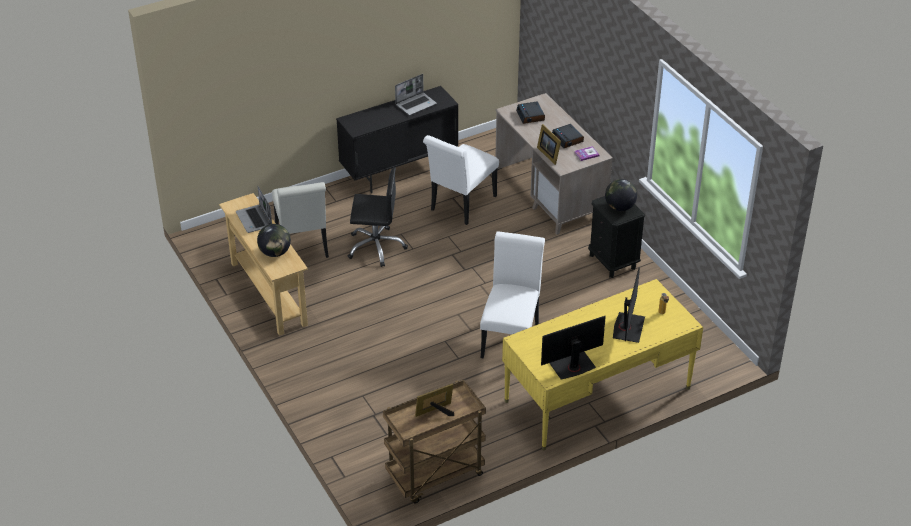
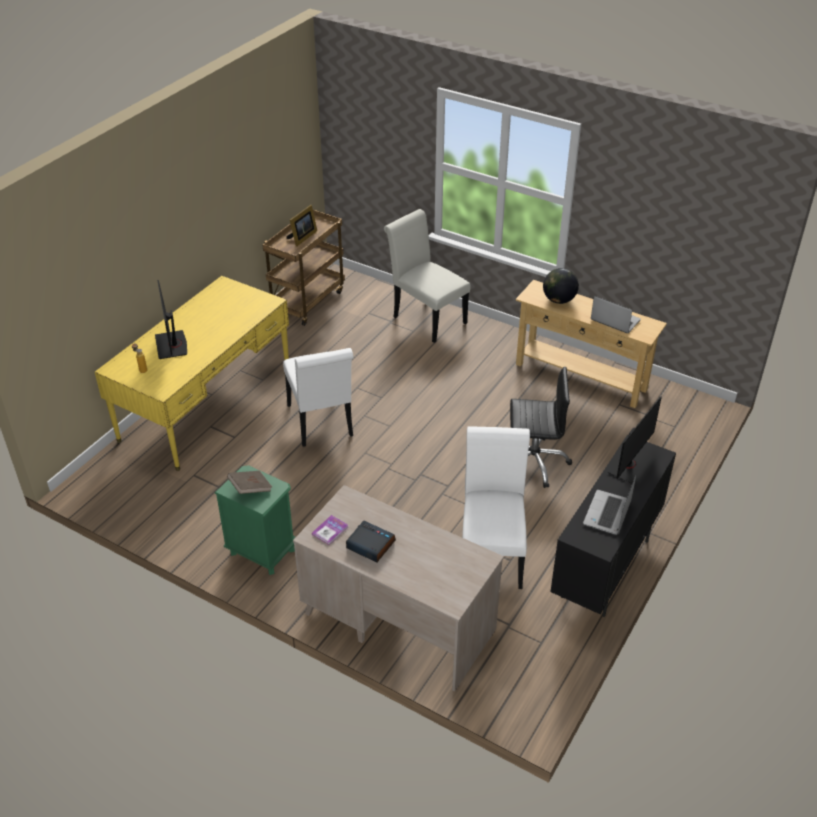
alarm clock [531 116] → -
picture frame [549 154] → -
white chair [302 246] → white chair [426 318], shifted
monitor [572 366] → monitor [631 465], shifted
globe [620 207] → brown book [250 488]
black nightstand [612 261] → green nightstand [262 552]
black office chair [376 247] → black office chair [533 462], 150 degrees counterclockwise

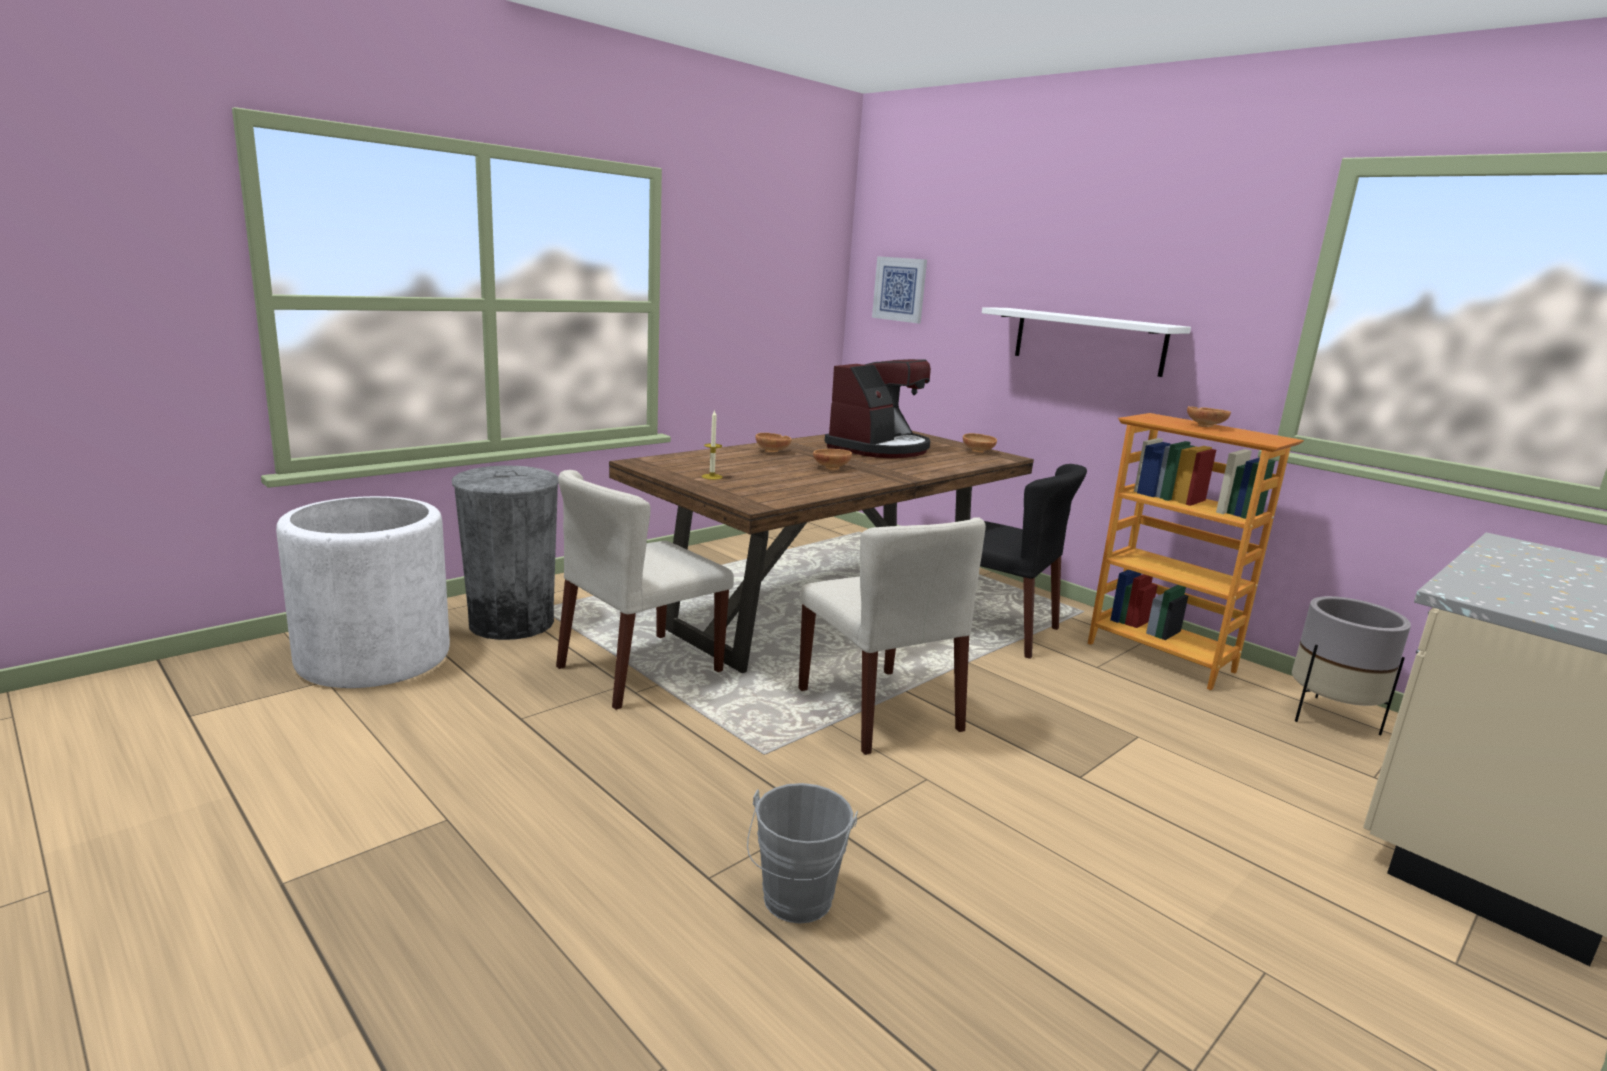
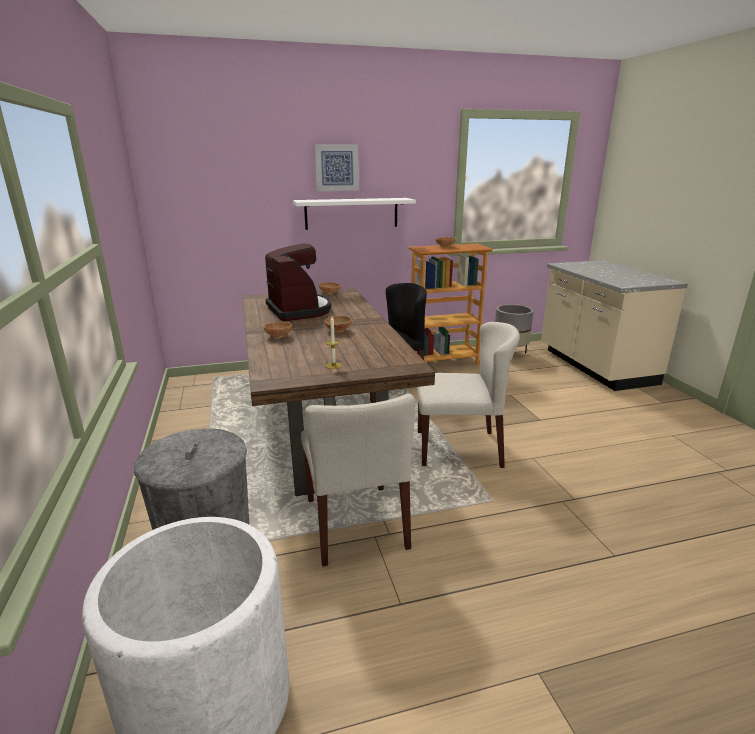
grey bucket [795 904] → -
picture [900 289] → picture [336 167], shifted

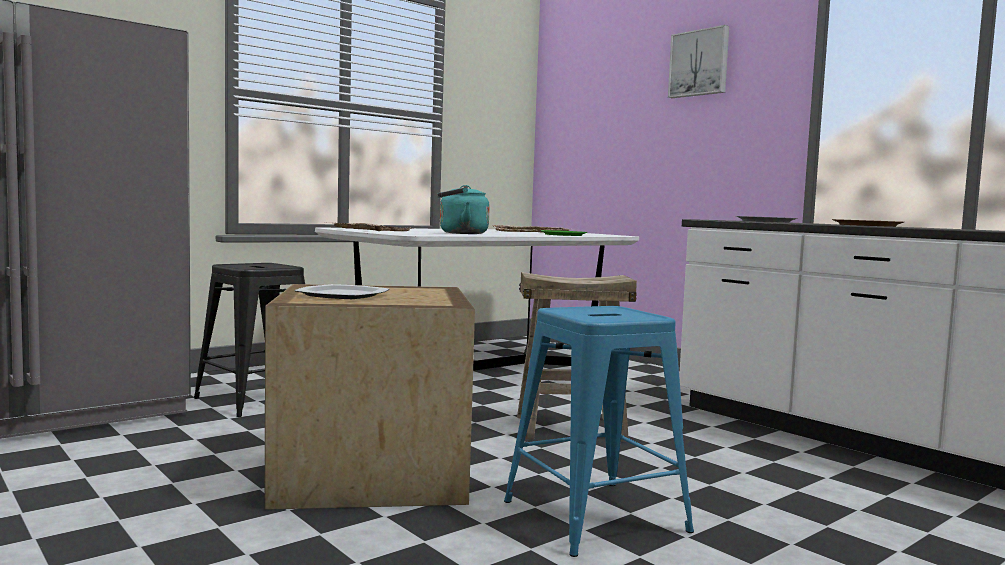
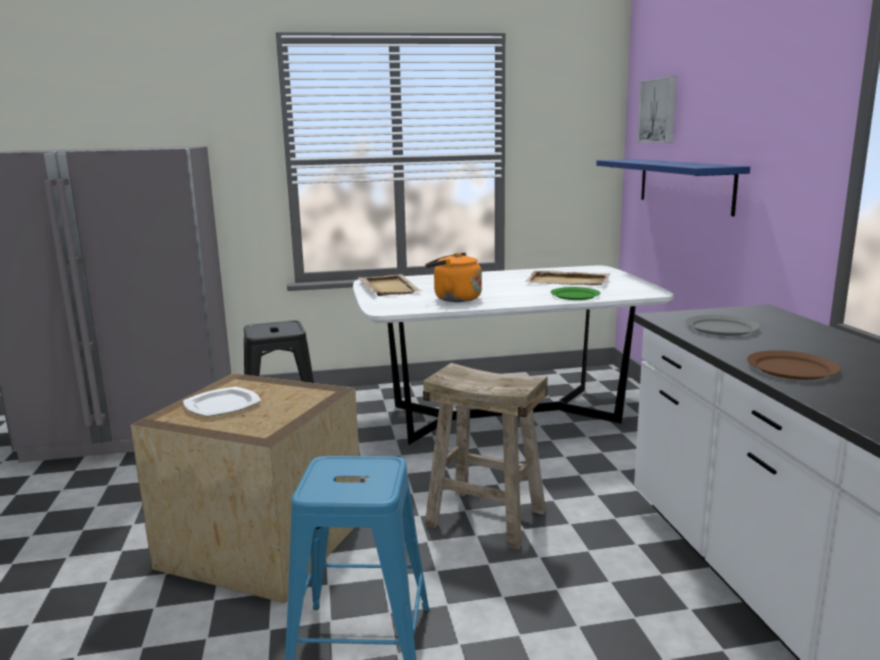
- → blue shelf [684 184]
picture [699 63] → picture [659 110], shifted
turquoise kettle [460 233] → orange kettle [454 298]

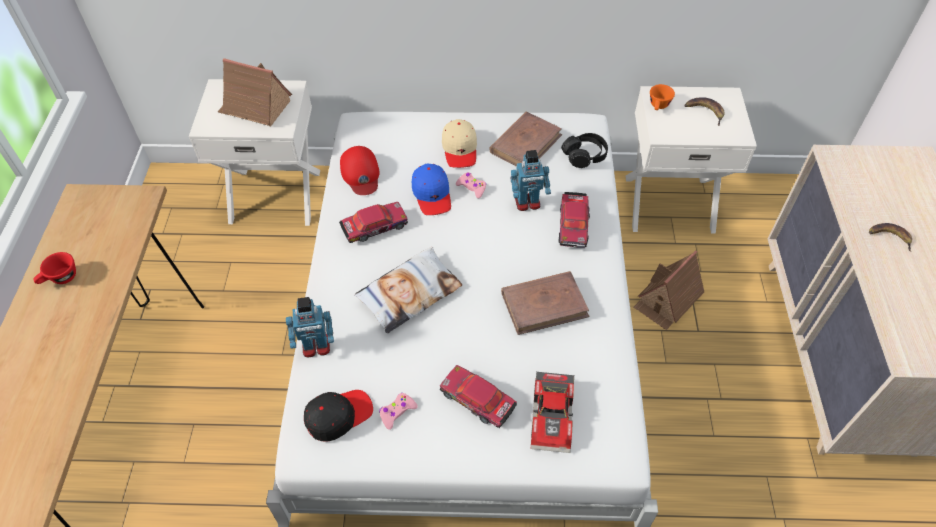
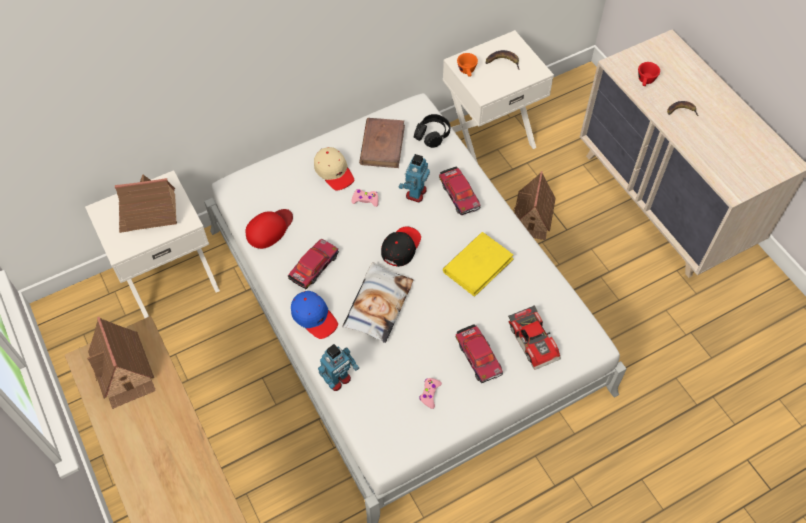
- → toy house [124 371]
red cup [60 279] → red cup [645 81], shifted
black cap [338 416] → black cap [401 247], shifted
blue cap [432 194] → blue cap [314 317], shifted
brown book [544 305] → yellow book [478 265]
red cap [361 174] → red cap [269 229], 90 degrees counterclockwise
toy car [477 400] → toy car [478 356], 120 degrees counterclockwise
toy robot [527 203] → toy robot [415 193], 150 degrees clockwise

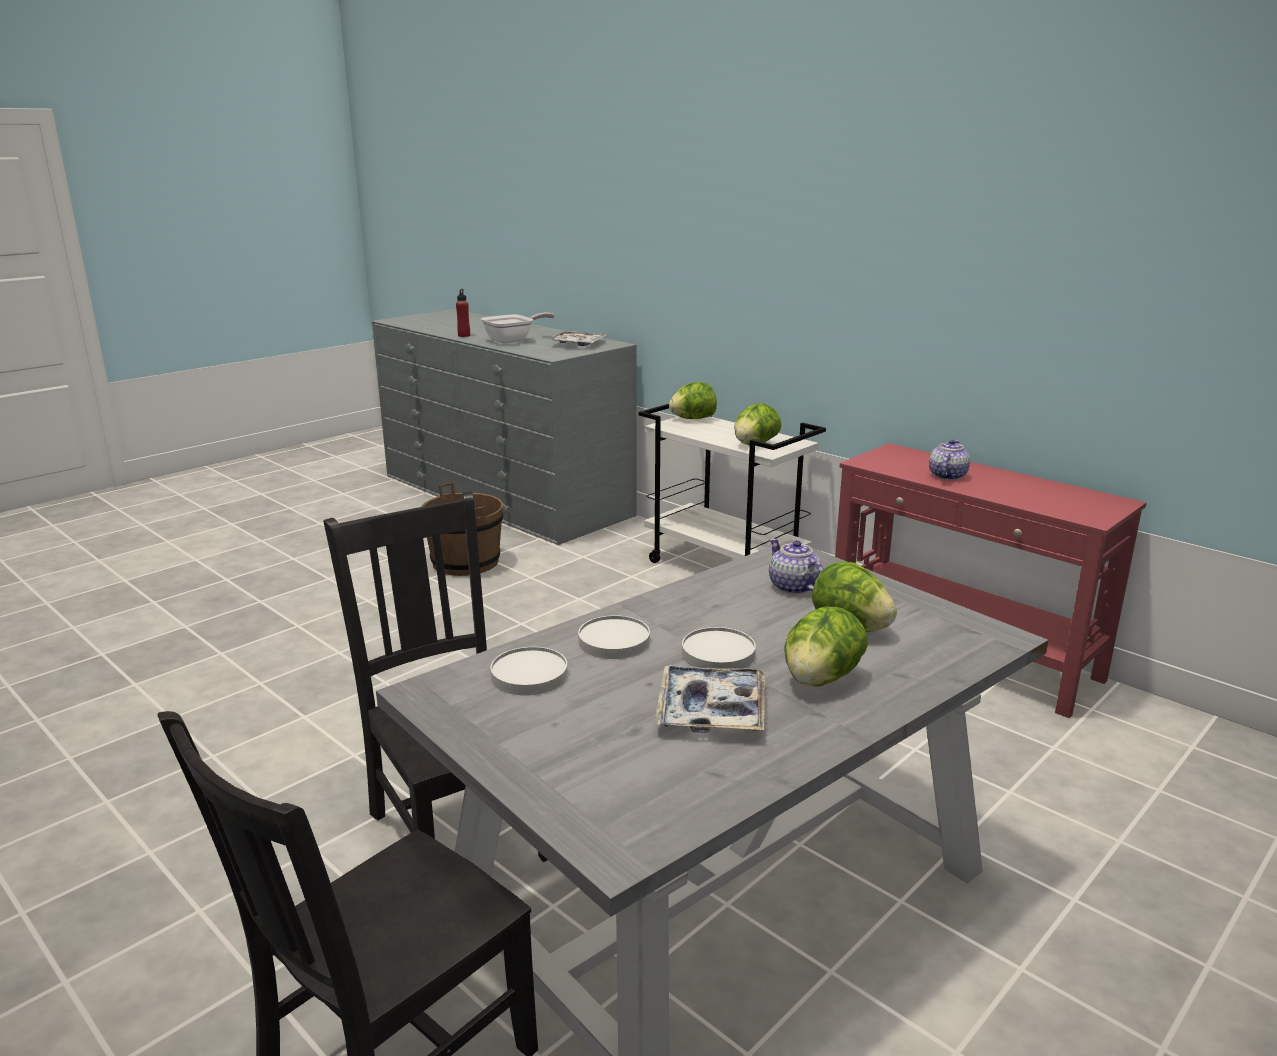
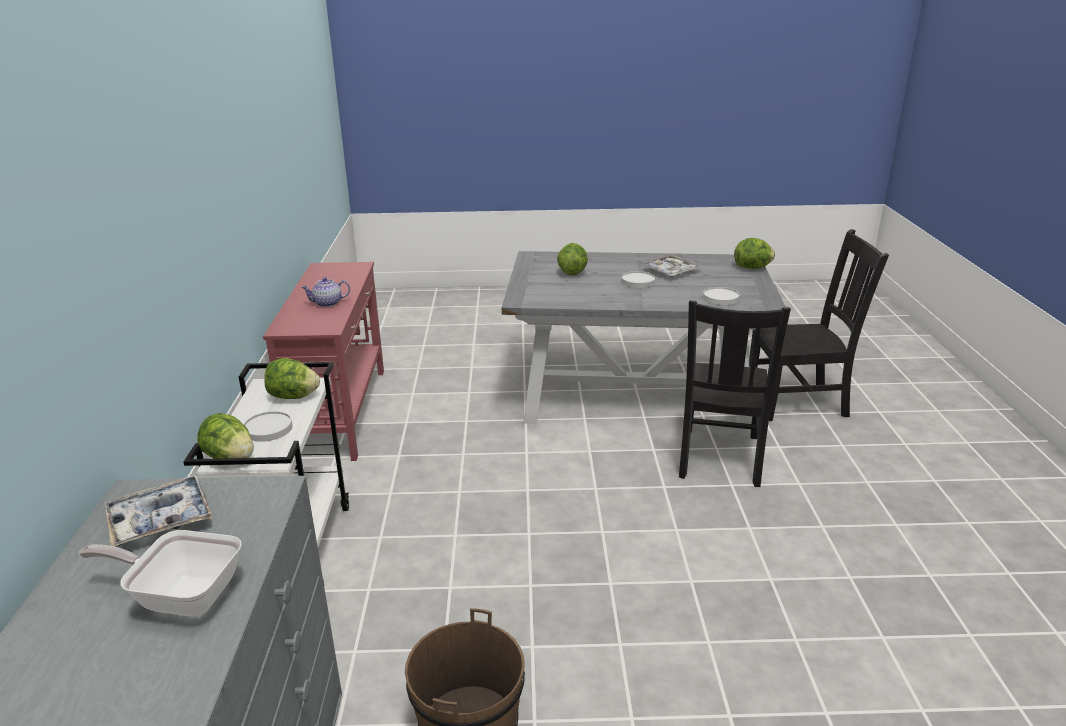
red bottle [464 335] → -
teapot [793 587] → -
white plate [614 641] → white plate [268 429], shifted
lettuce [821 679] → lettuce [752 268], shifted

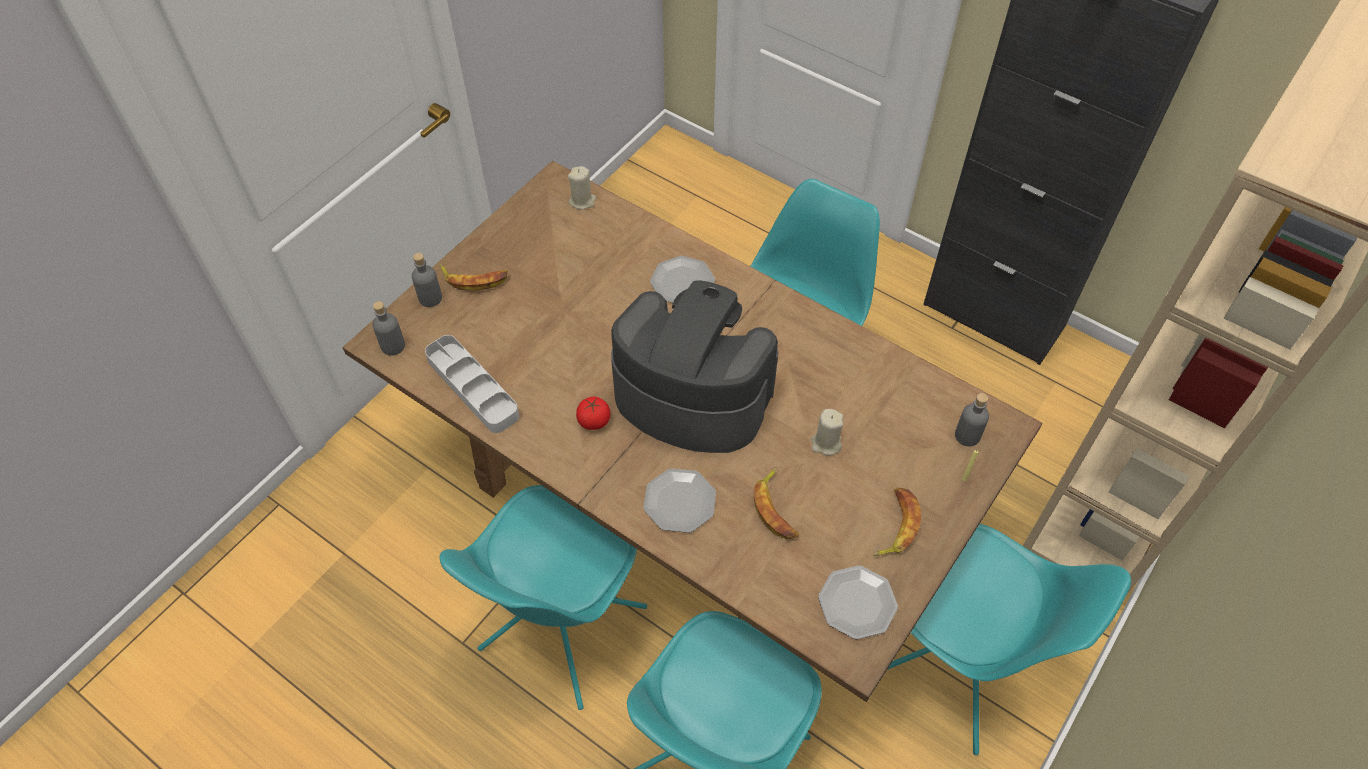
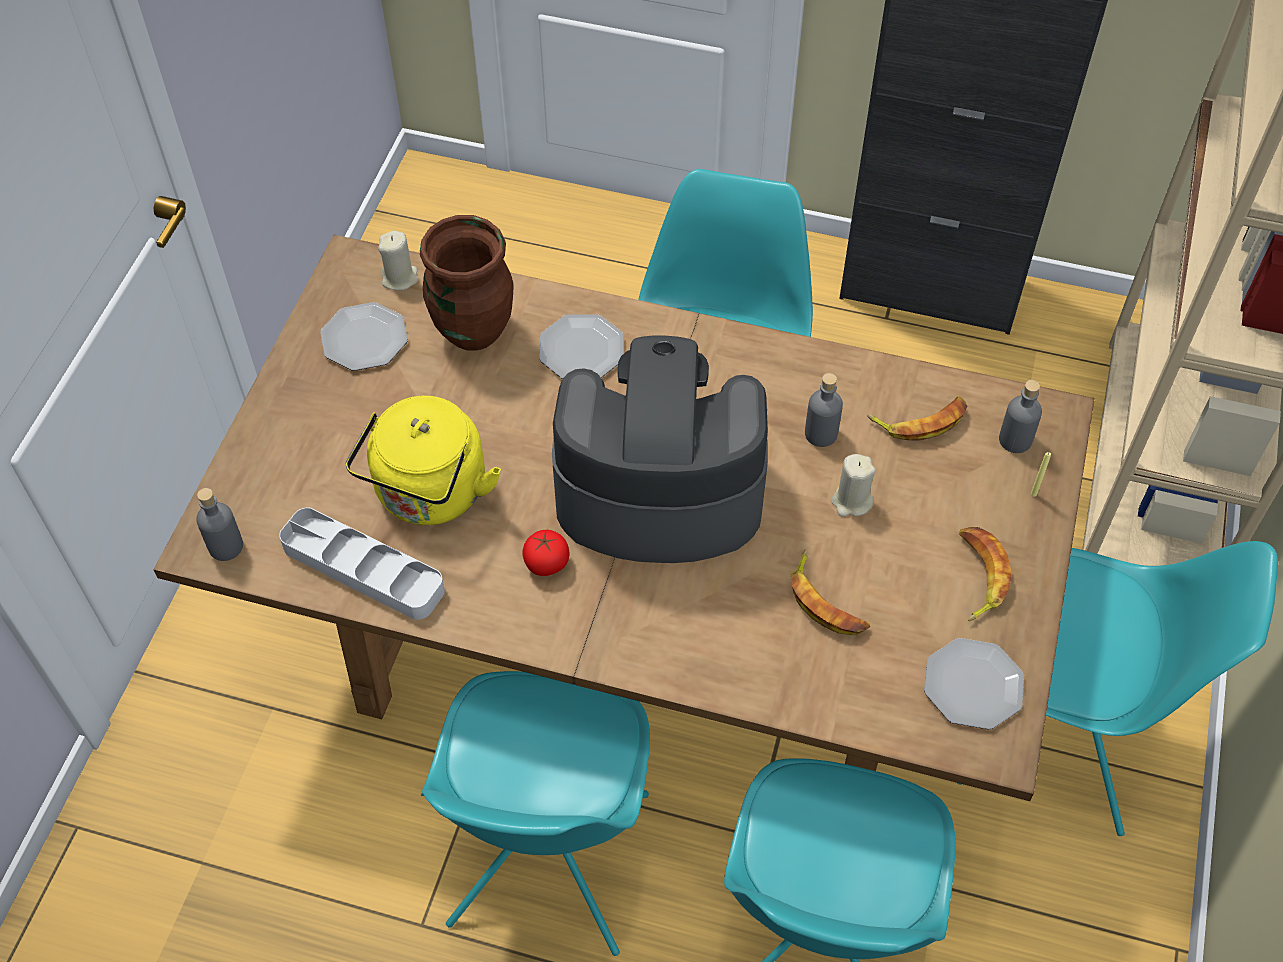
- → yellow kettle [429 495]
- → brown vase [473 330]
grey bottle [430 298] → grey bottle [821 433], shifted
banana [474 279] → banana [920 421], shifted
plate [680 501] → plate [364 338], shifted

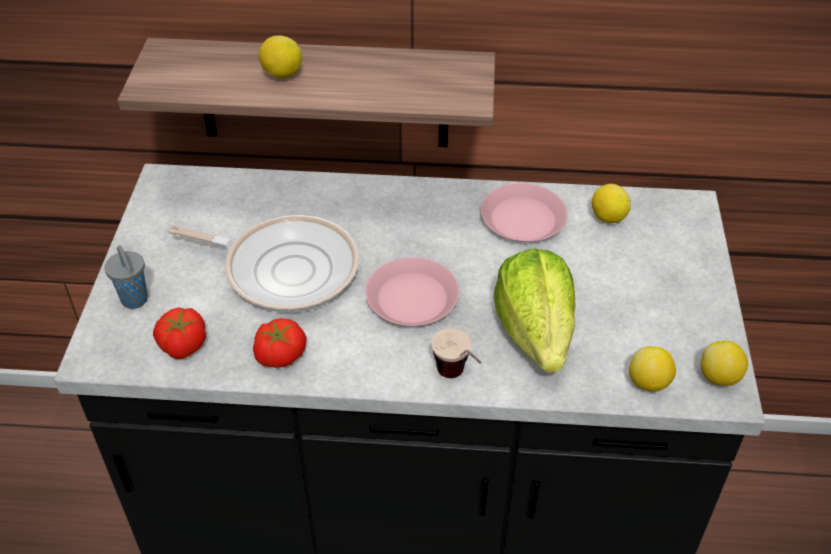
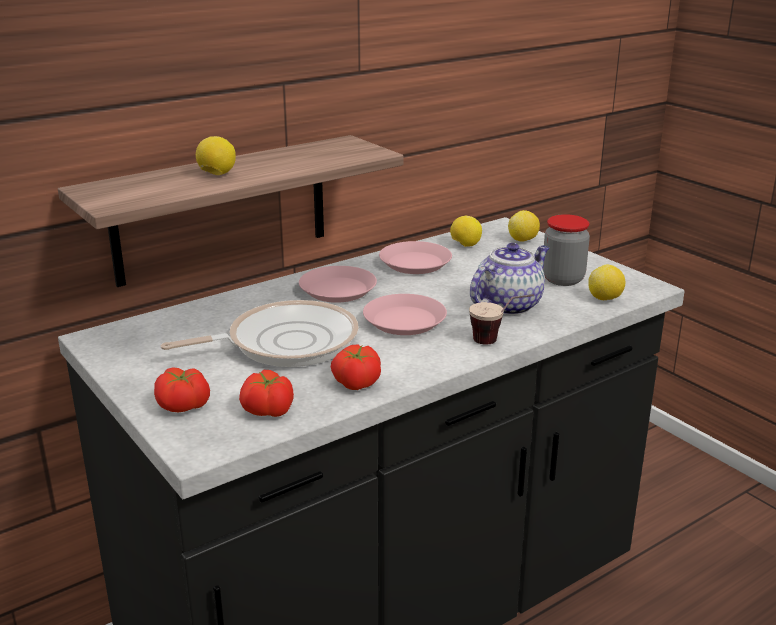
- → pink plate [337 290]
- → jar [563 279]
lemon [719 377] → lemon [523 240], shifted
grey cup [135 301] → tomato [183 406]
lettuce [535 333] → teapot [508 305]

